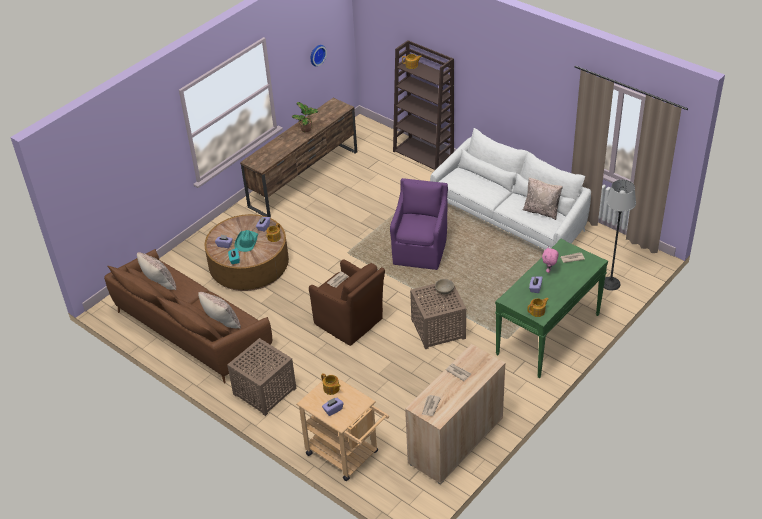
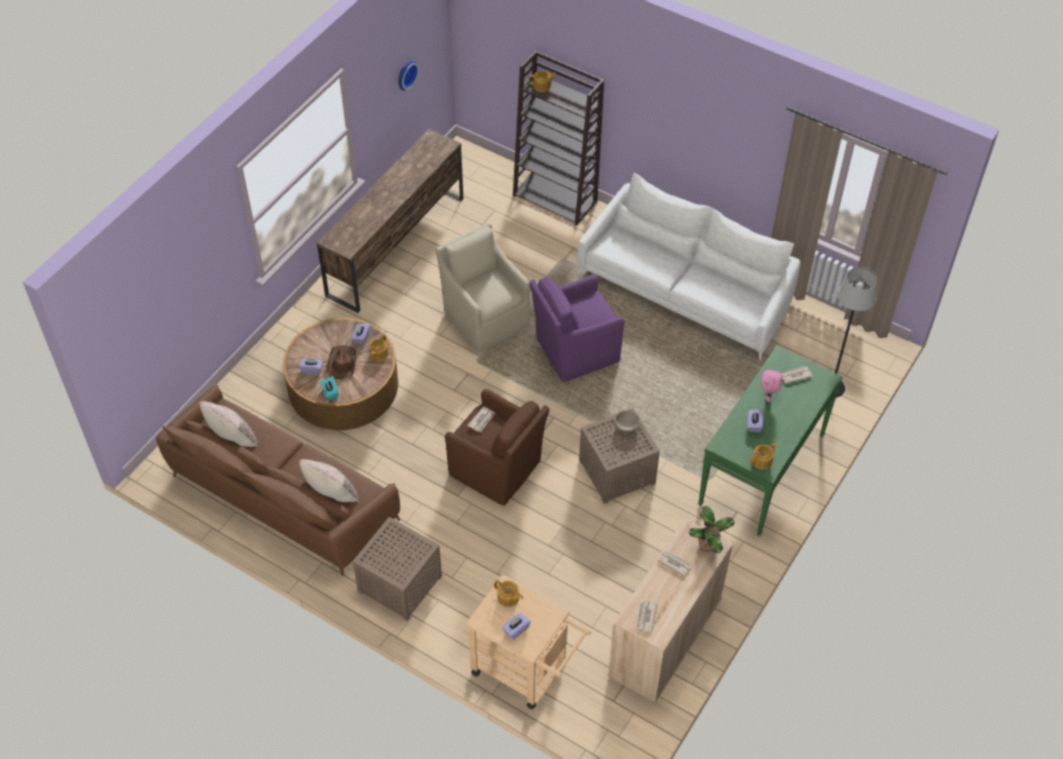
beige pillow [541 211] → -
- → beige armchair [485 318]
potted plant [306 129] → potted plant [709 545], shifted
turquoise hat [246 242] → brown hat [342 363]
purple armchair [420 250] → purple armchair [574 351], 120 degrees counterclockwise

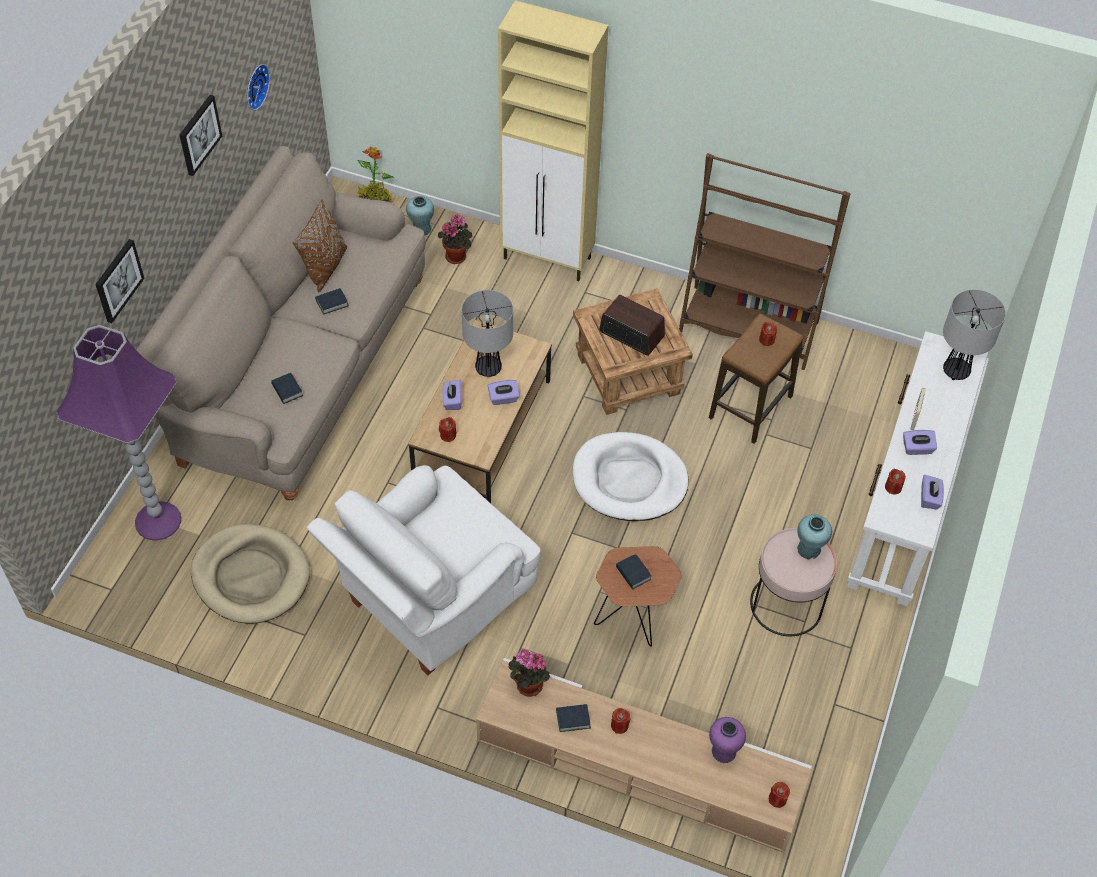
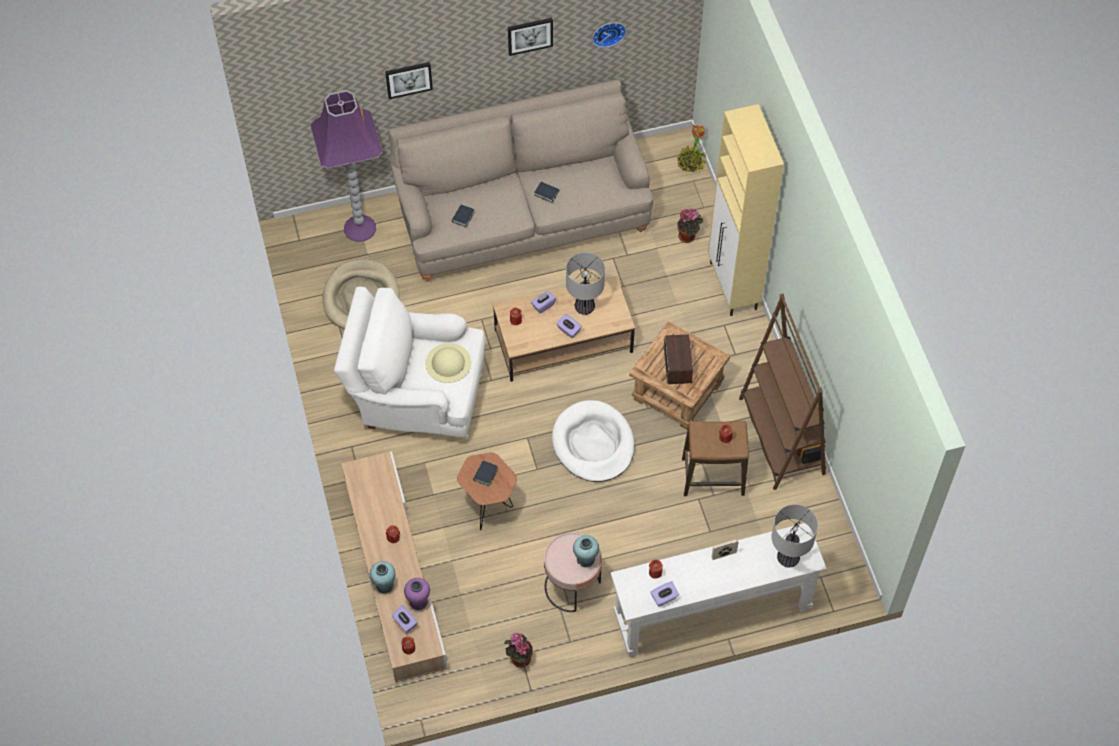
brown pillow [325 267] → -
book [573 719] → -
- → beige hat [448 363]
turquoise vase [421 229] → turquoise vase [384 585], shifted
potted plant [527 686] → potted plant [519 658], shifted
purple tissue box [917 449] → purple tissue box [405 623], shifted

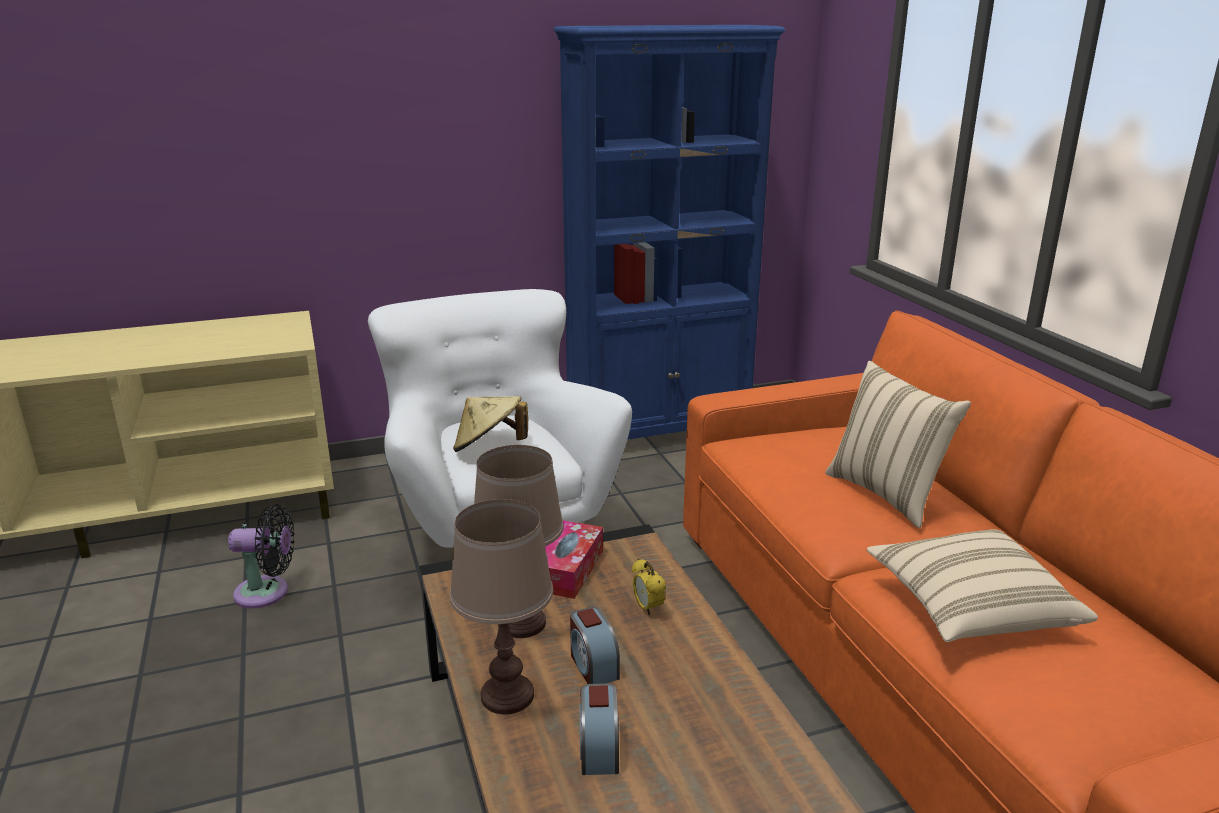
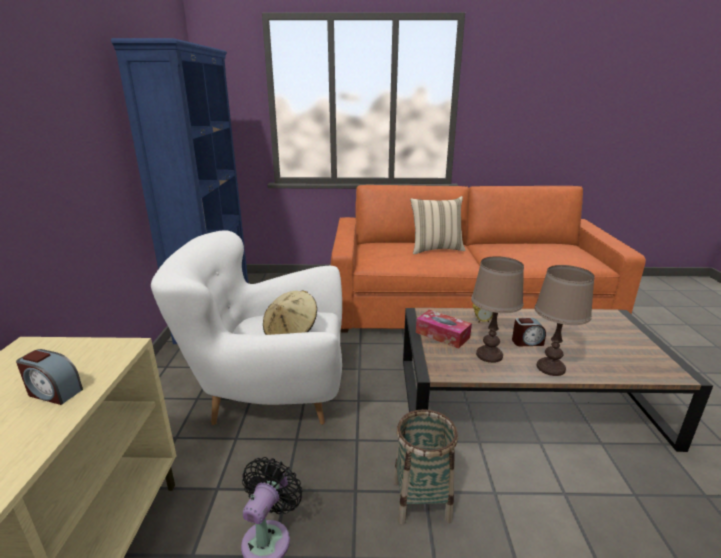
beige pillow [970 609] → -
- → basket [421 500]
alarm clock [598 749] → alarm clock [54 392], shifted

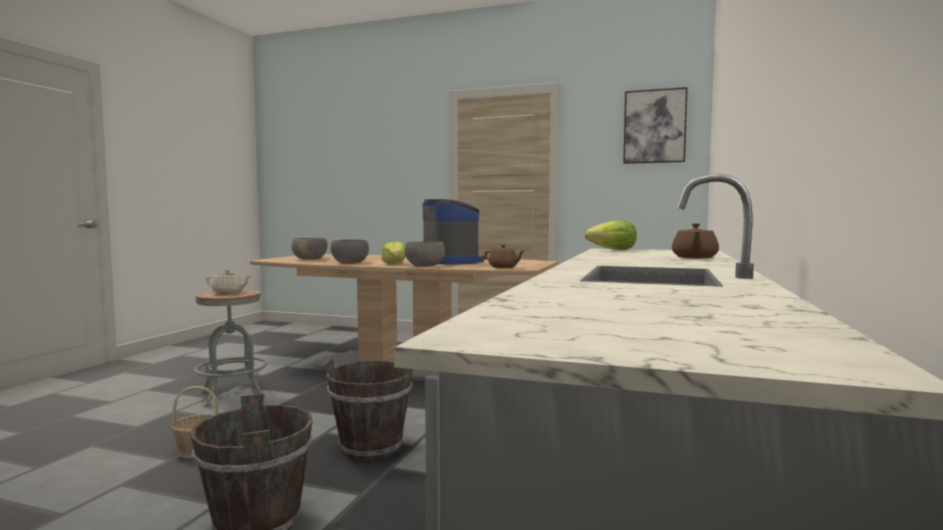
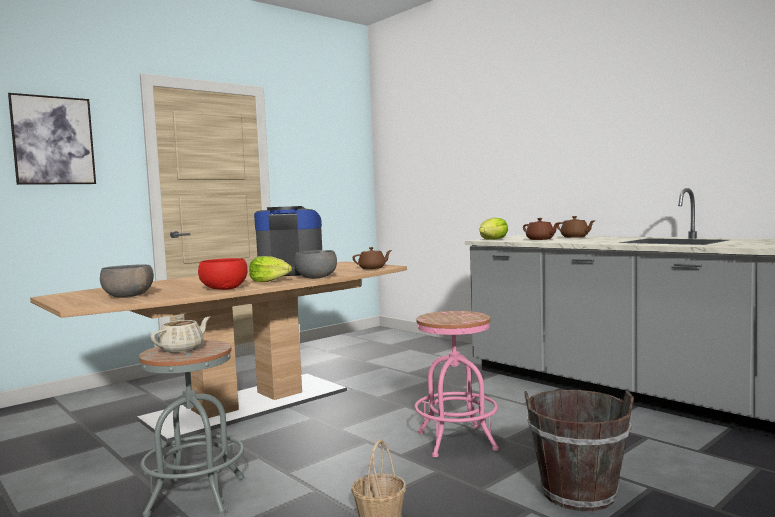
- → brown teapot [540 239]
picture [654 126] → picture [53 140], shifted
brown bucket [370 447] → pink stool [456 441]
grey bowl [350 263] → red bowl [224 288]

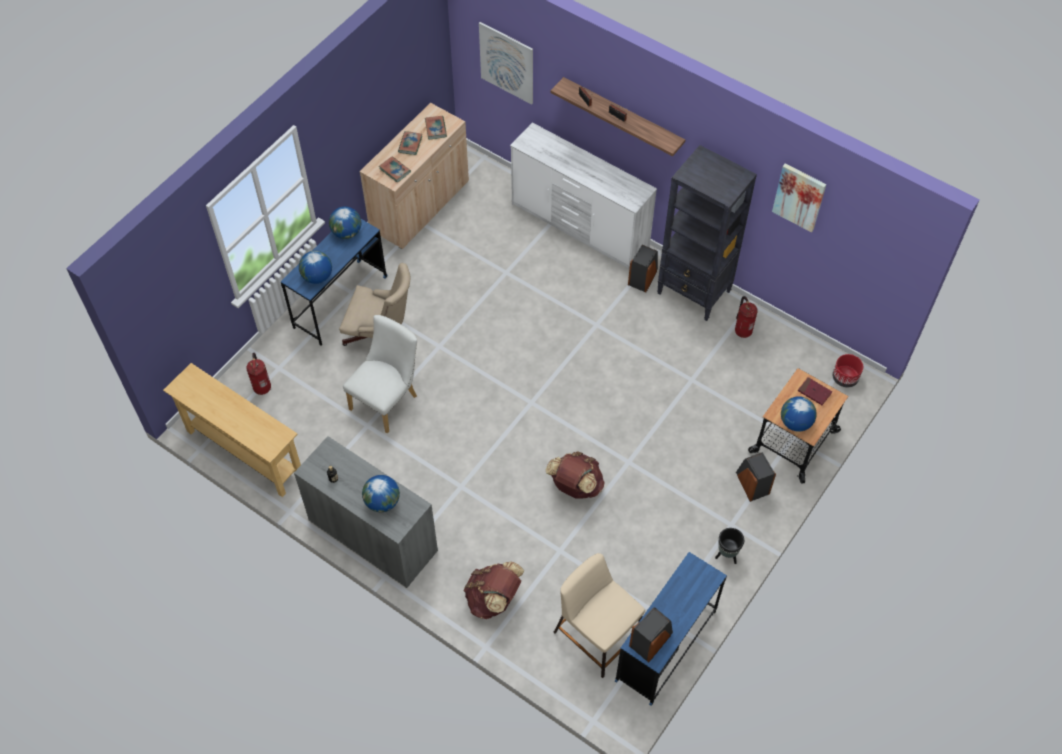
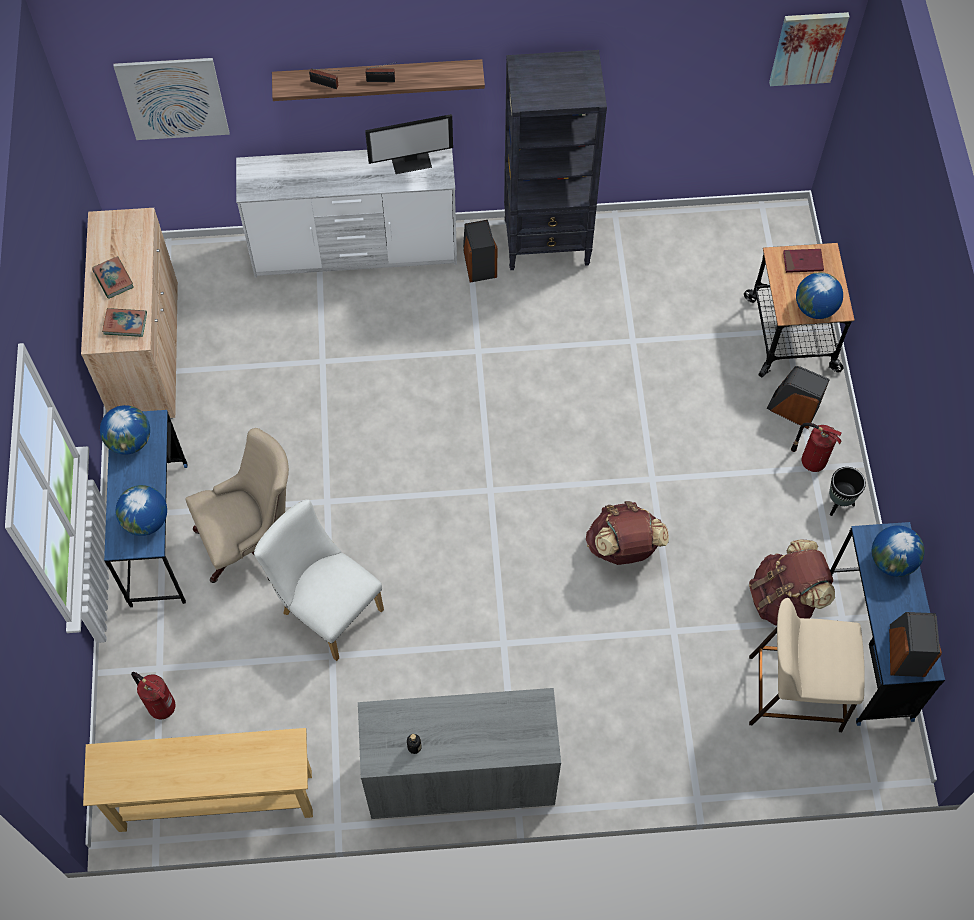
book [435 129] → -
red planter [844 378] → -
- → monitor [411 161]
globe [382 502] → globe [892 561], shifted
brown backpack [494 599] → brown backpack [784 599], shifted
fire extinguisher [743 330] → fire extinguisher [811 461], shifted
picture [799 197] → picture [807 48], shifted
white chair [387 400] → white chair [326 608], 45 degrees counterclockwise

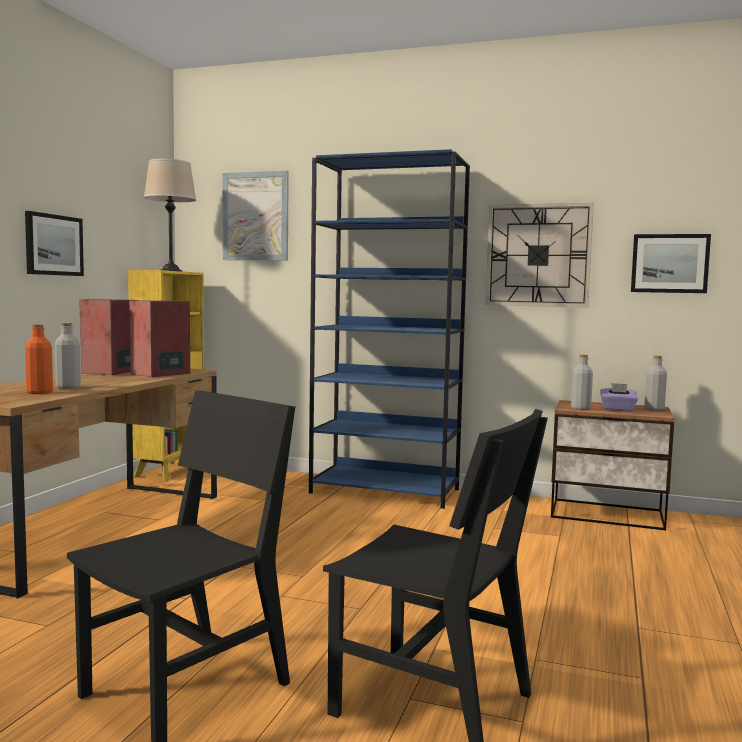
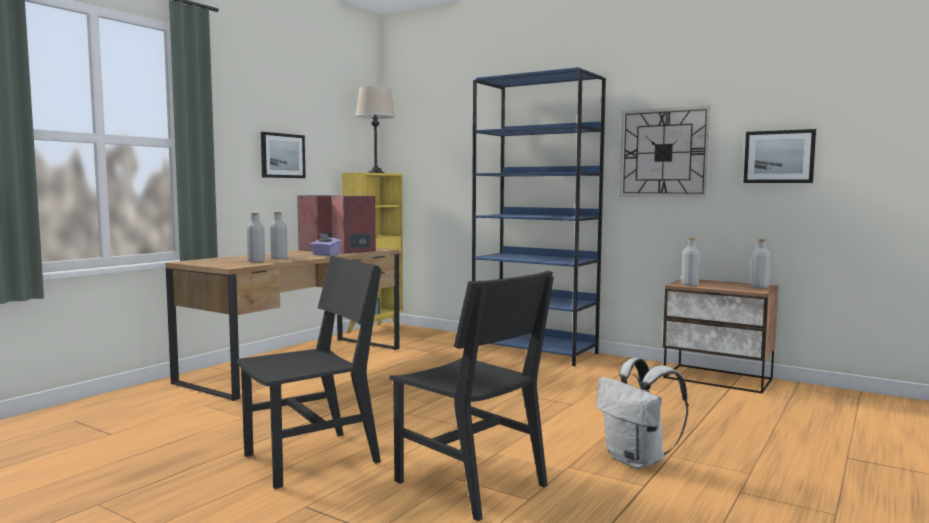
picture [255 216] → -
- → white backpack [637 461]
purple tissue box [618 409] → purple tissue box [325 255], shifted
orange bottle [39 392] → grey bottle [256 261]

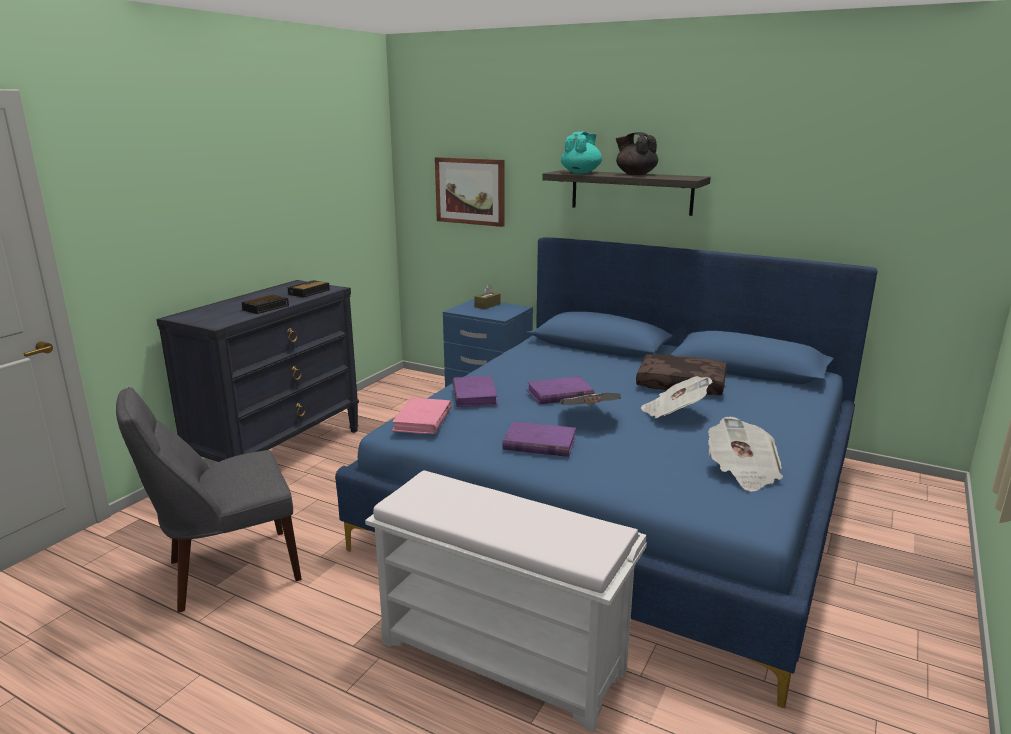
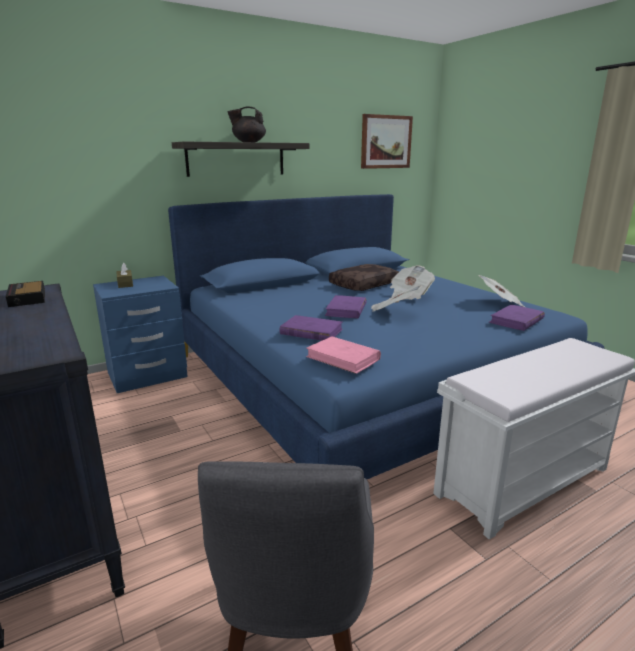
alarm clock [266 307] → -
turquoise teapot [581 173] → -
picture [470 191] → picture [386 142], shifted
purple book [539 443] → purple book [516 321], shifted

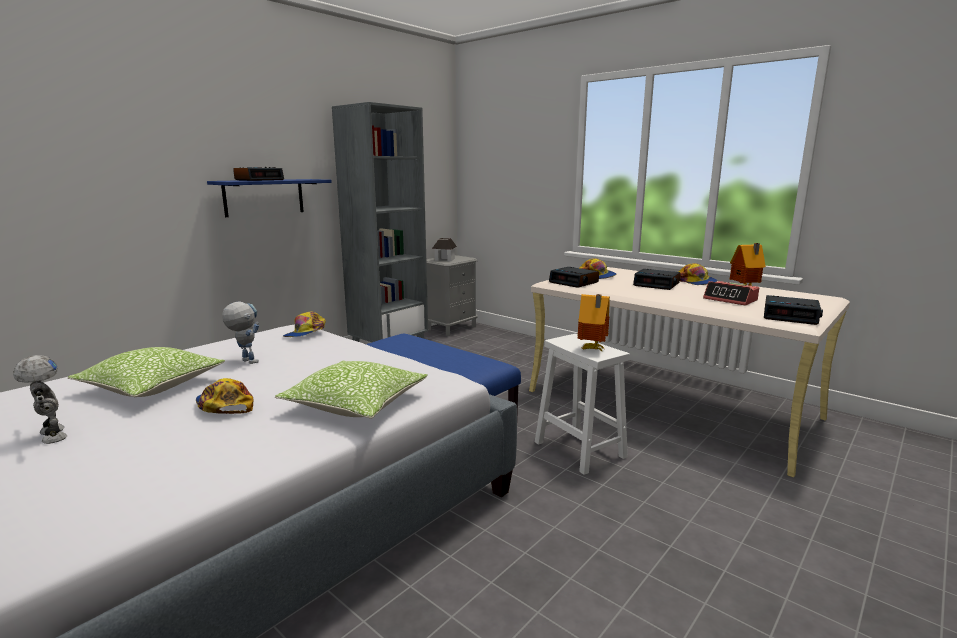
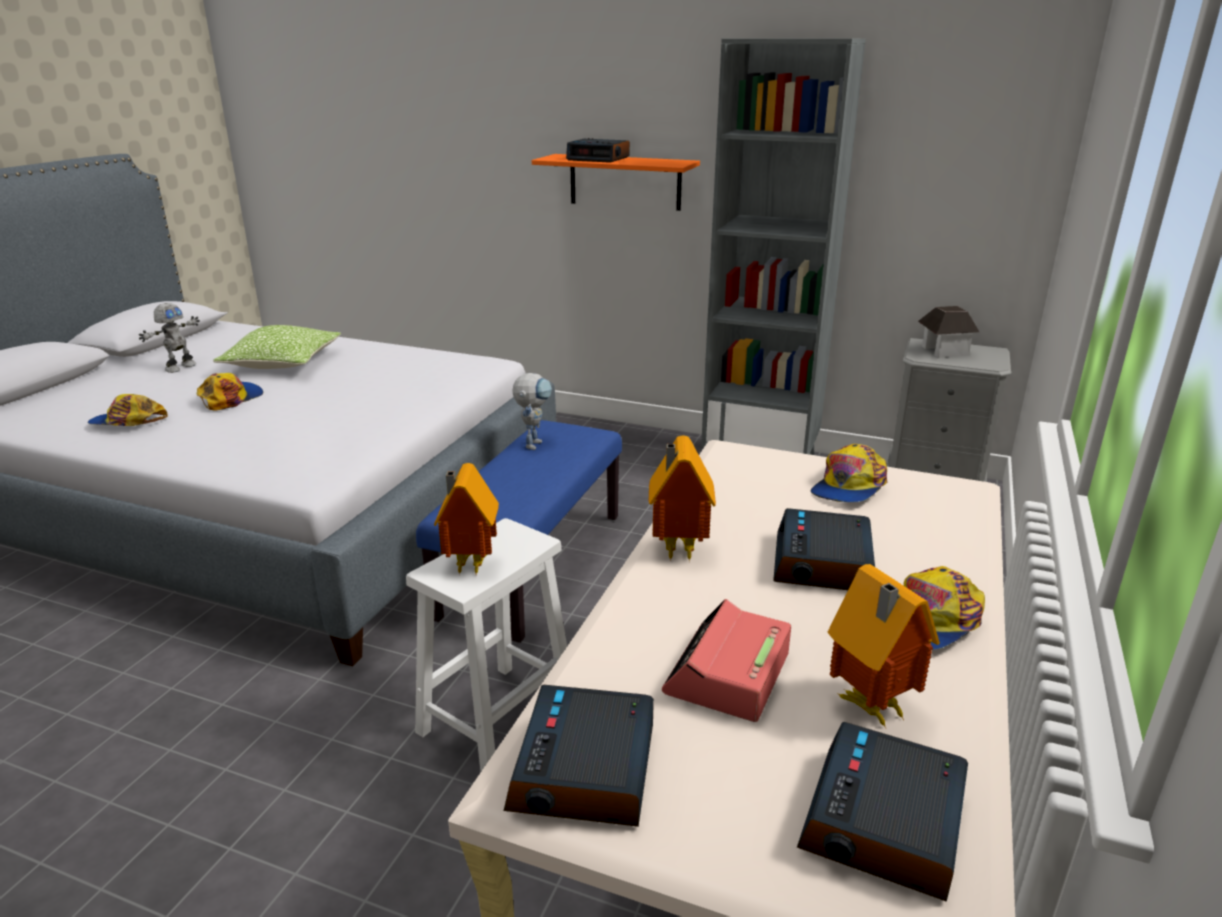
pillow [356 404] → -
- → toy house [676 549]
toy robot [245 360] → toy robot [534 442], shifted
cap [305 333] → cap [127 422], shifted
alarm clock [574 282] → alarm clock [884 824], shifted
blue shelf [264 197] → orange shelf [625 182]

